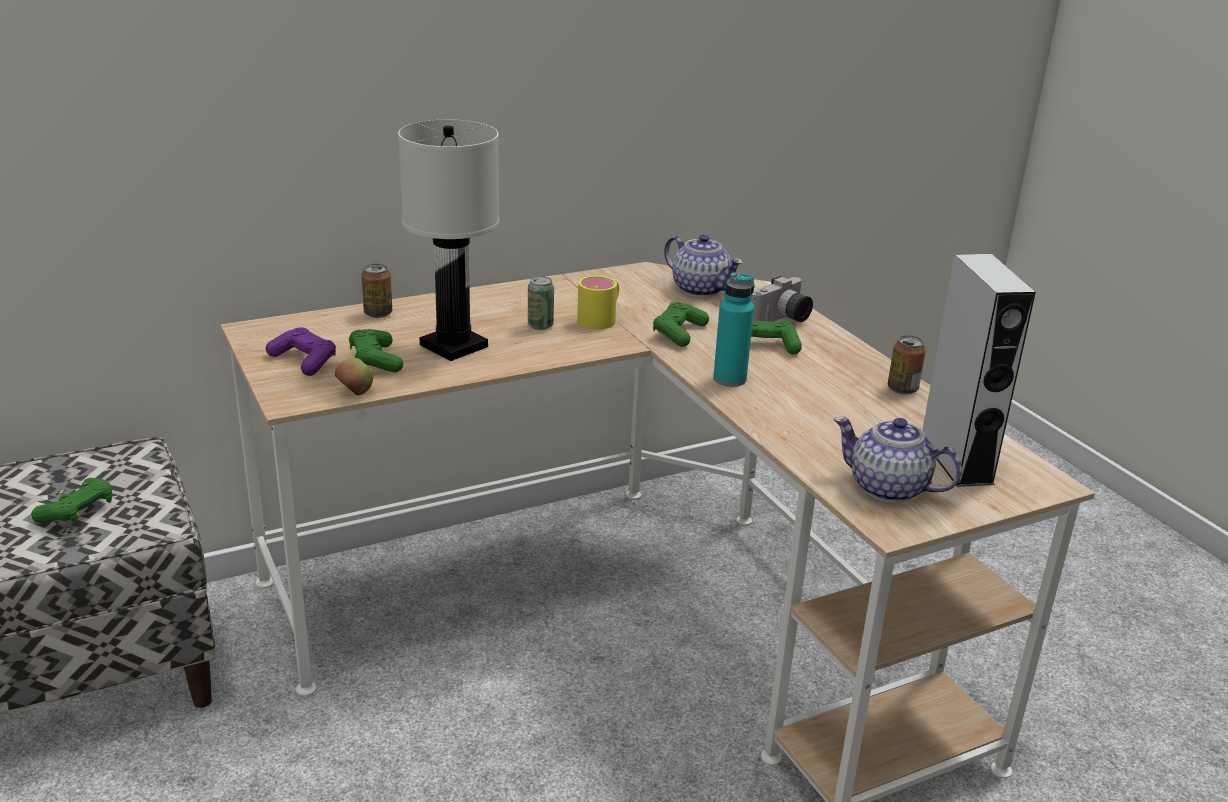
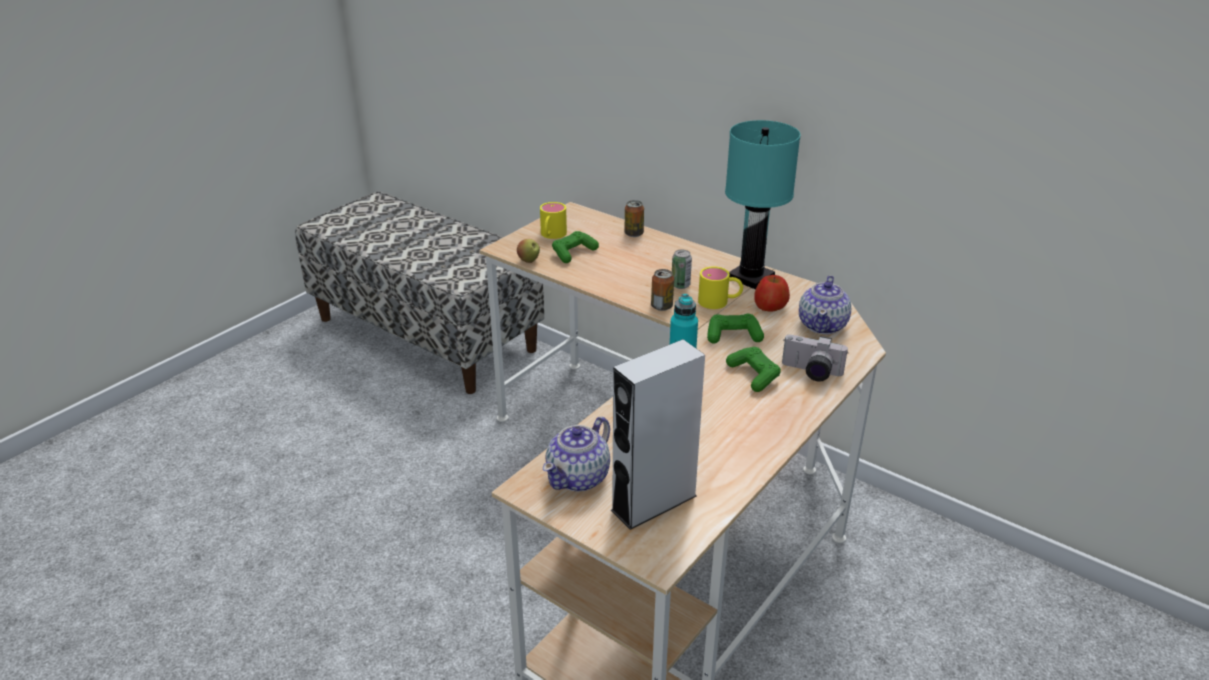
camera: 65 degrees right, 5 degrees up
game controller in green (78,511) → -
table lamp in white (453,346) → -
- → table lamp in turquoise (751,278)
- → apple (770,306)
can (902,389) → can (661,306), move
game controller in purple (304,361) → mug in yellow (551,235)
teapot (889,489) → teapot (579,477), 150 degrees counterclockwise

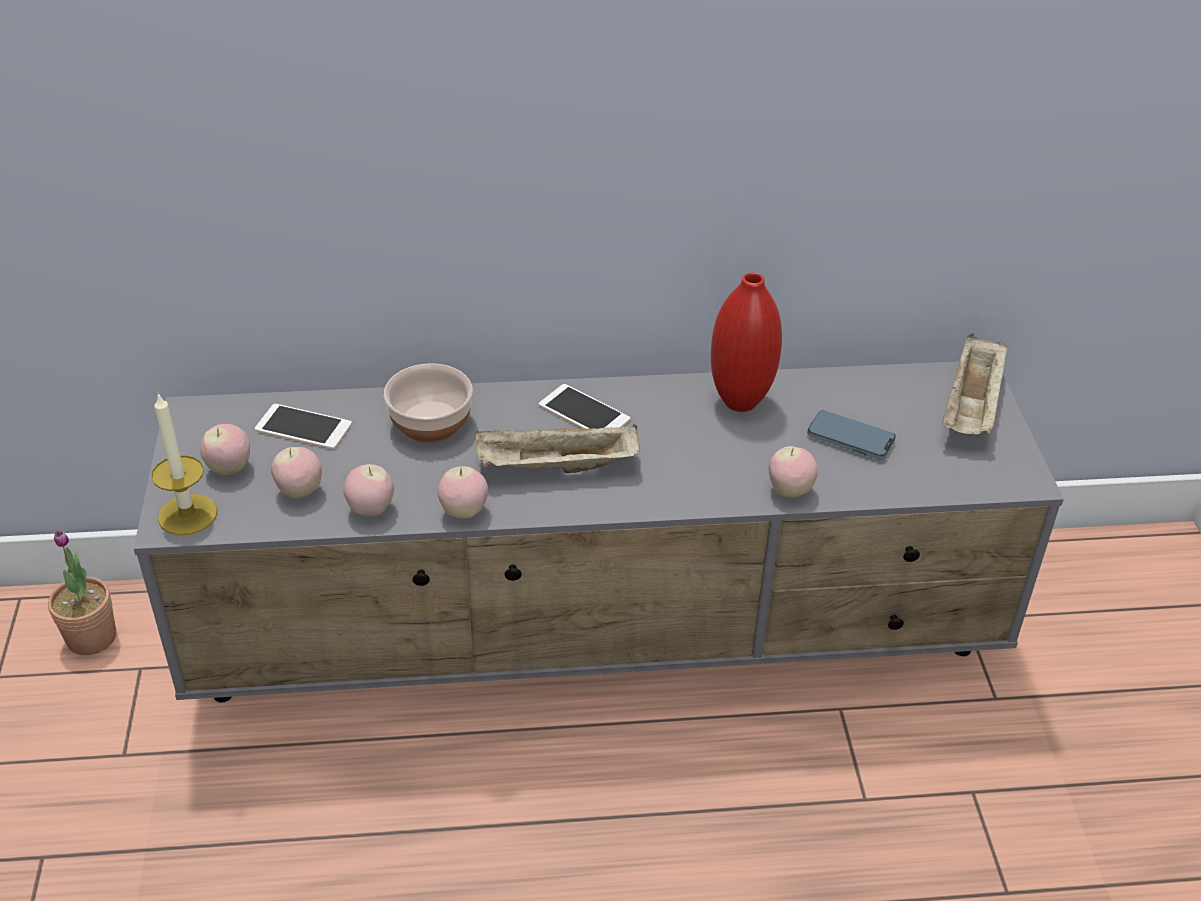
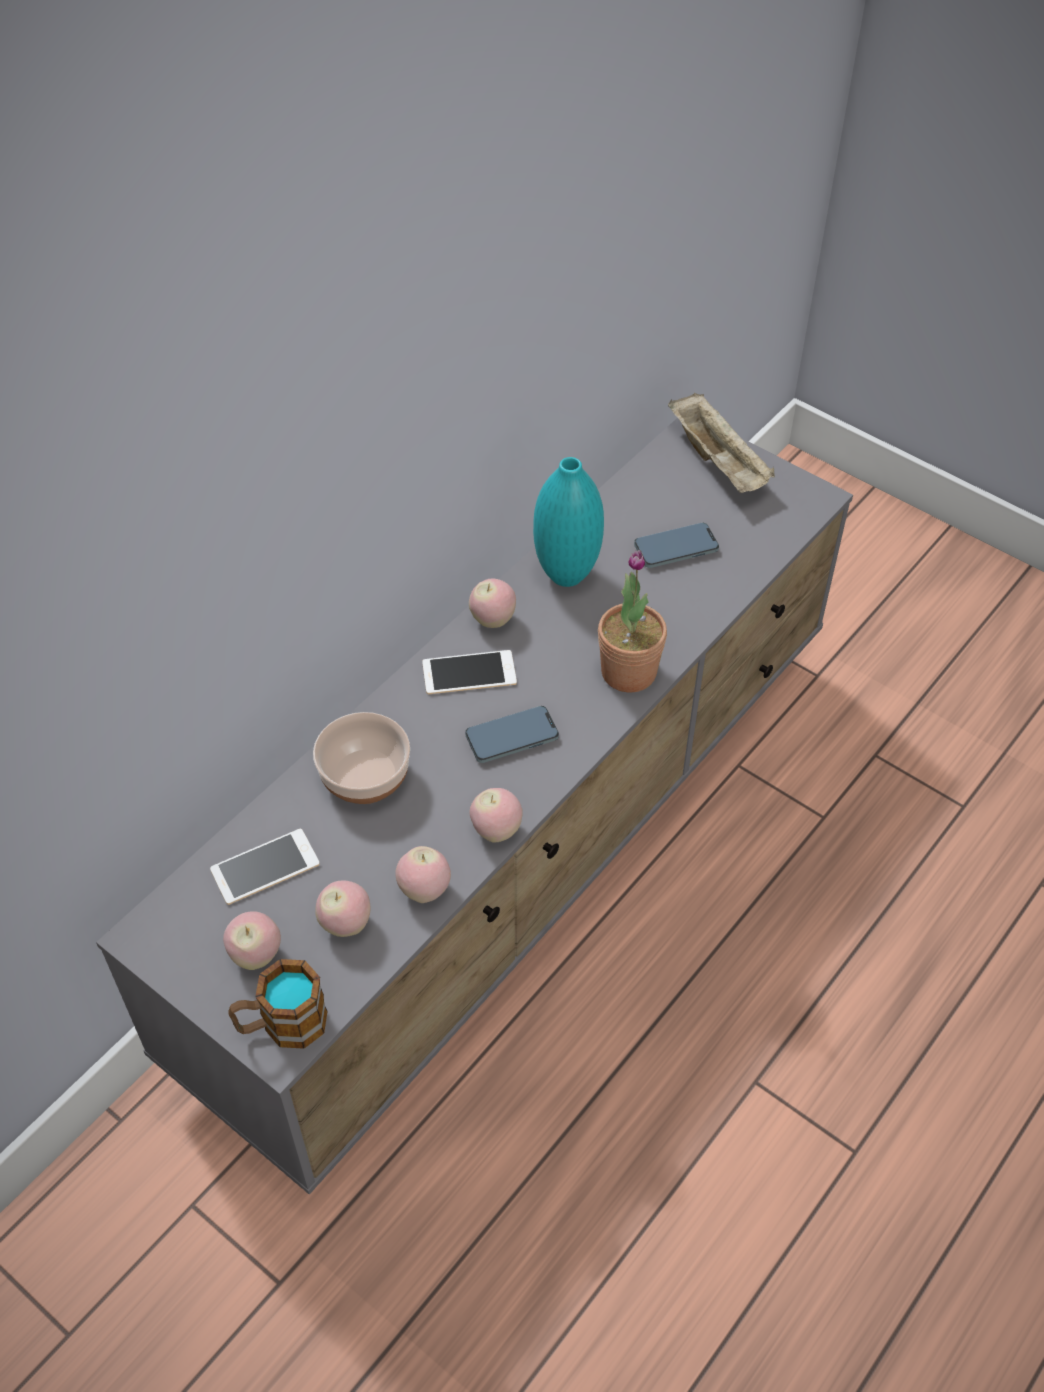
camera: 45 degrees left, 10 degrees up
potted plant (91,637) → potted plant (628,672), move
apple (789,491) → apple (493,620), move
candle (187,514) → mug (282,1024)
tray in beige (555,468) → phone (511,737)
vase in red (740,401) → vase in turquoise (566,575)

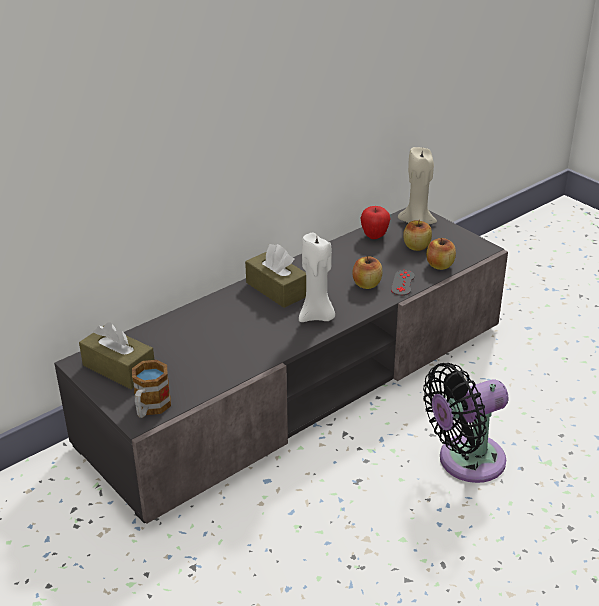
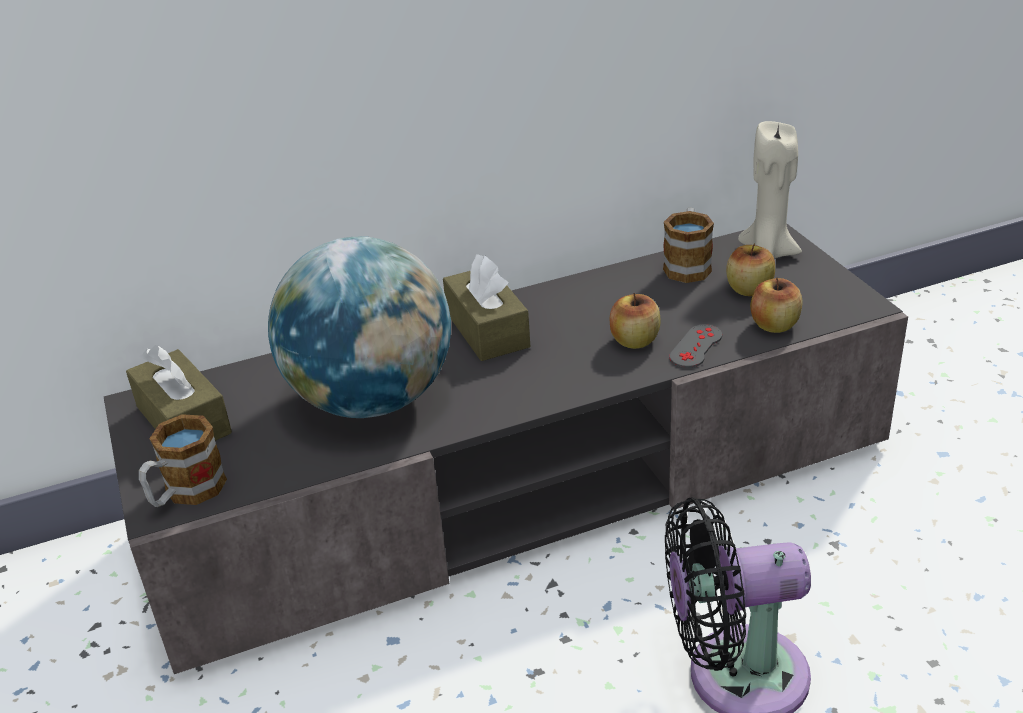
camera: 20 degrees right, 0 degrees up
candle in white (317,316) → -
- → globe (372,400)
apple (374,236) → mug (687,264)

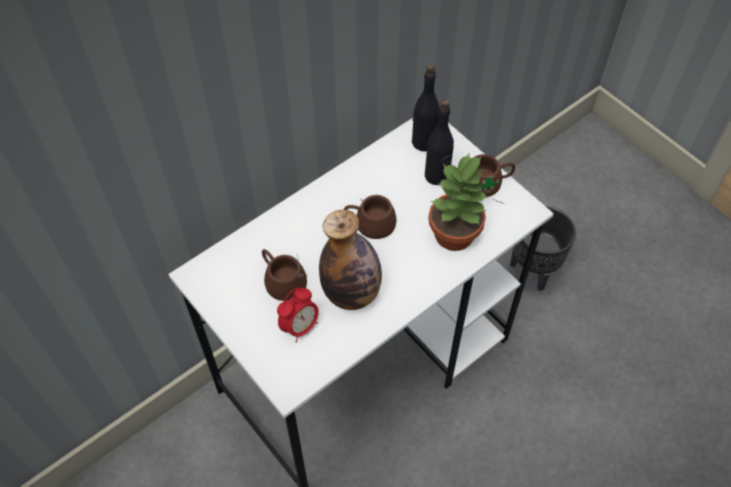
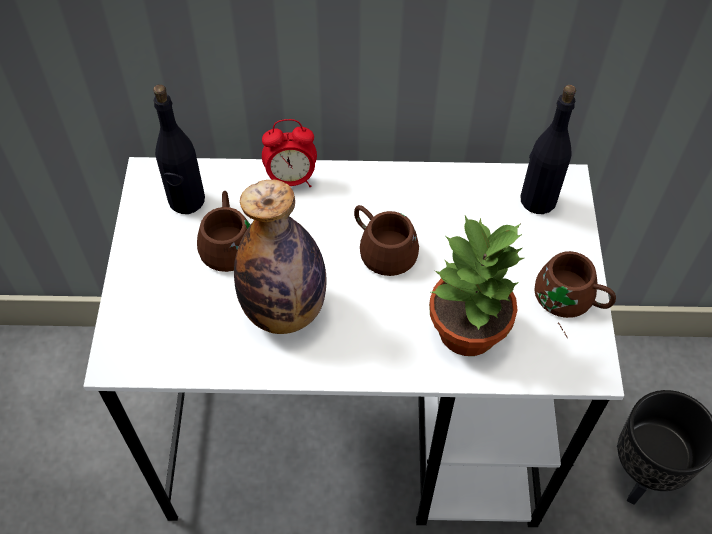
camera: 40 degrees right, 0 degrees up
alarm clock (300,327) → alarm clock (291,179), move
bottle in black (437,176) → bottle in black (186,200), move

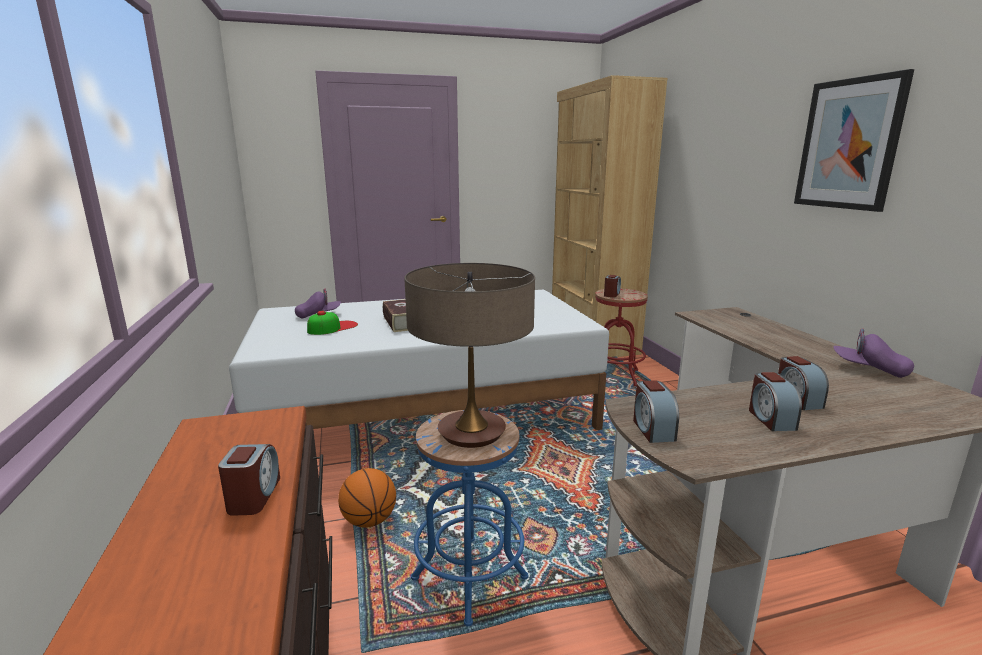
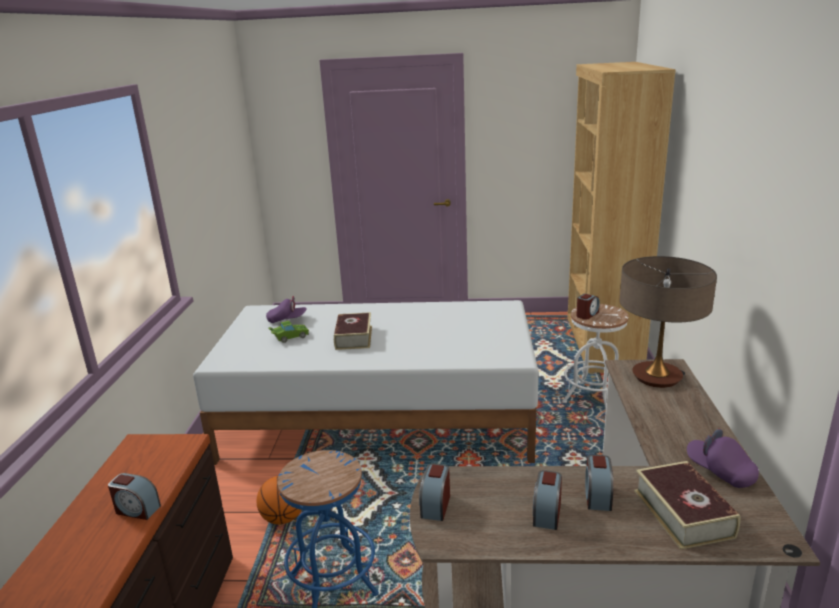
camera: 20 degrees right, 5 degrees up
picture (849,144) → -
- → book (683,513)
table lamp (471,433) → table lamp (656,377), move
cap (332,327) → toy car in green (289,338)
stool in red (615,376) → stool in white (593,398)
alarm clock (254,496) → alarm clock (137,510), 90 degrees clockwise

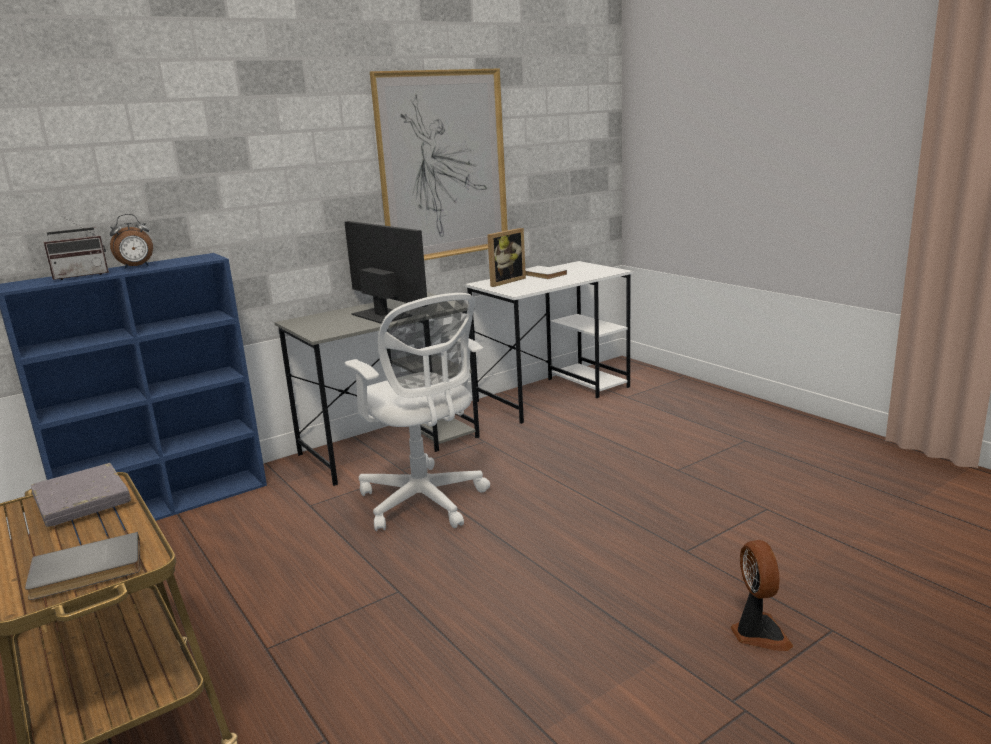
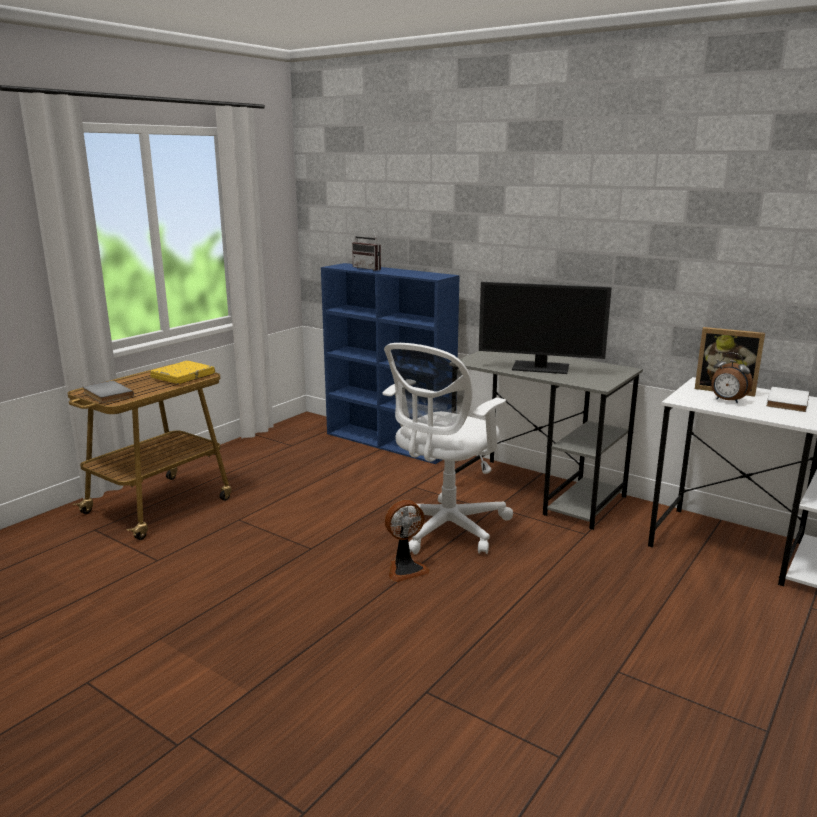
camera: 70 degrees right, 0 degrees up
picture (443,166) → -
alarm clock (136,267) → alarm clock (727,401), move
fan (758,633) → fan (405,569), move
book in grey (82,500) → book in yellow (183,376)
monitor (381,315) → monitor (541,367), 75 degrees clockwise

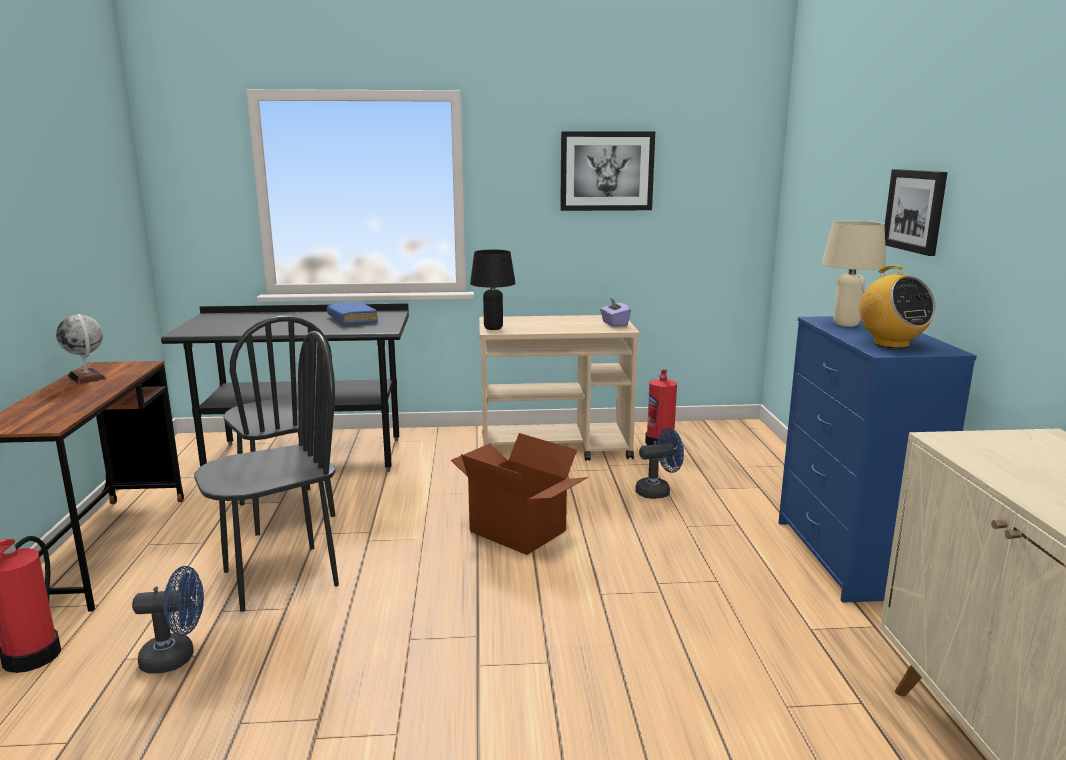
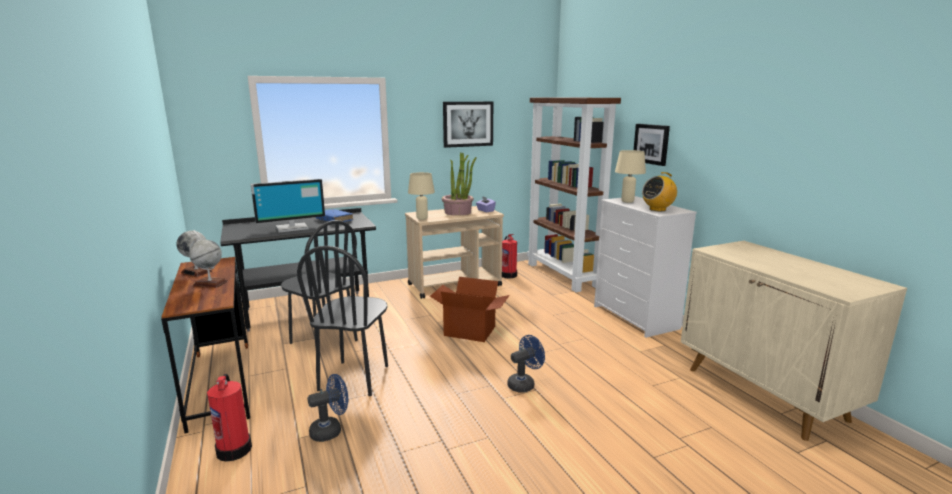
camera: 20 degrees left, 0 degrees up
- → globe (210,283)
- → monitor (292,228)
- → potted plant (458,212)
- → bookcase in brown (563,275)
fan in blue (658,491) → fan in blue (524,384), move
table lamp in black (492,328) → table lamp in beige (421,218)
dresser in blue (850,558) → dresser in white (636,317)
chair in black (280,577) → chair in black (354,378), 150 degrees clockwise
radio (890,344) → radio (657,209), 105 degrees clockwise

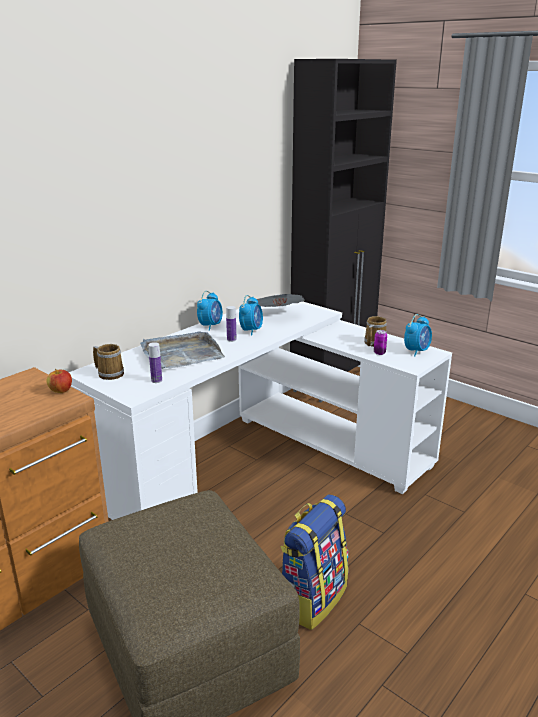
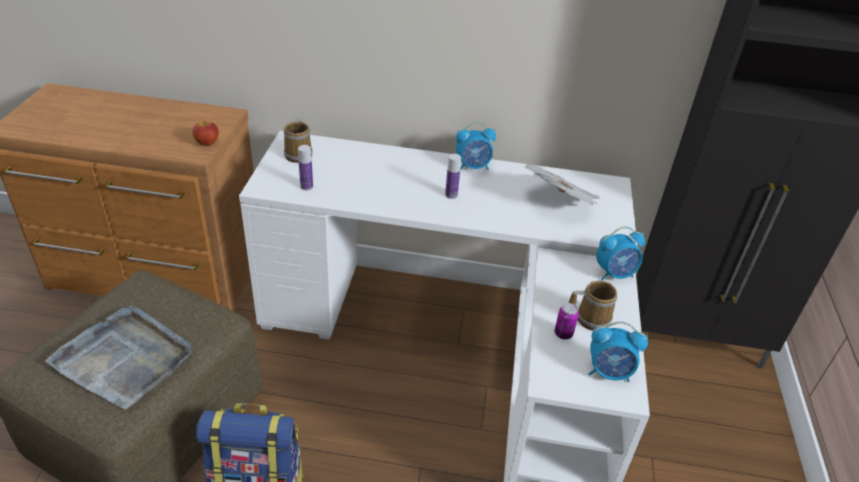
camera: 55 degrees right, 15 degrees up
tray in grey (181,354) → tray in grey (125,359), move
alarm clock (251,330) → alarm clock (615,274), move

